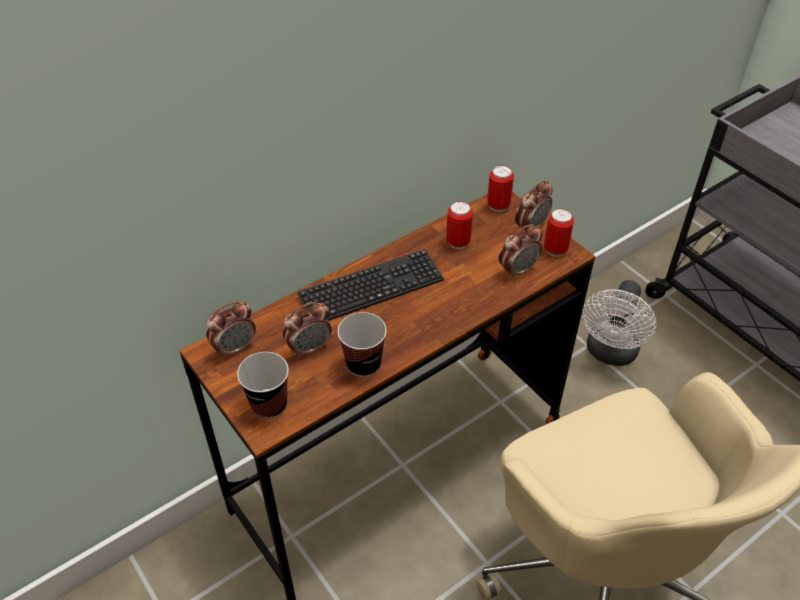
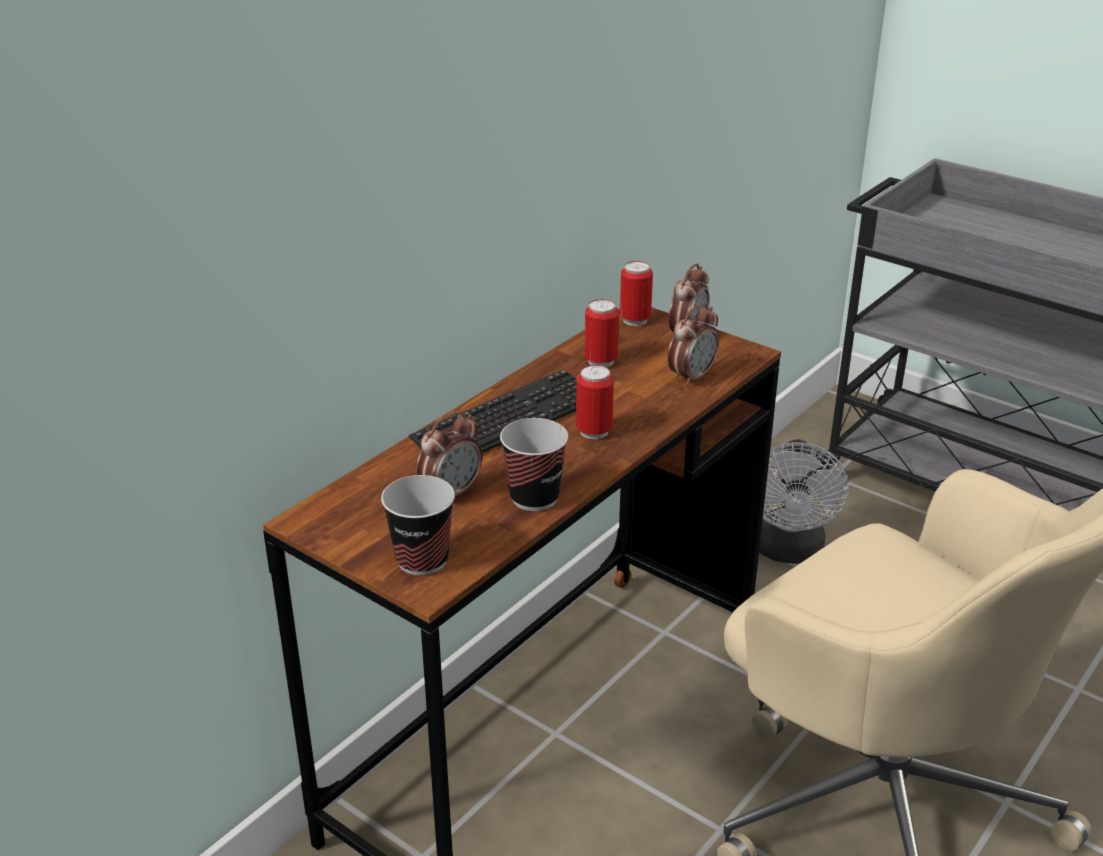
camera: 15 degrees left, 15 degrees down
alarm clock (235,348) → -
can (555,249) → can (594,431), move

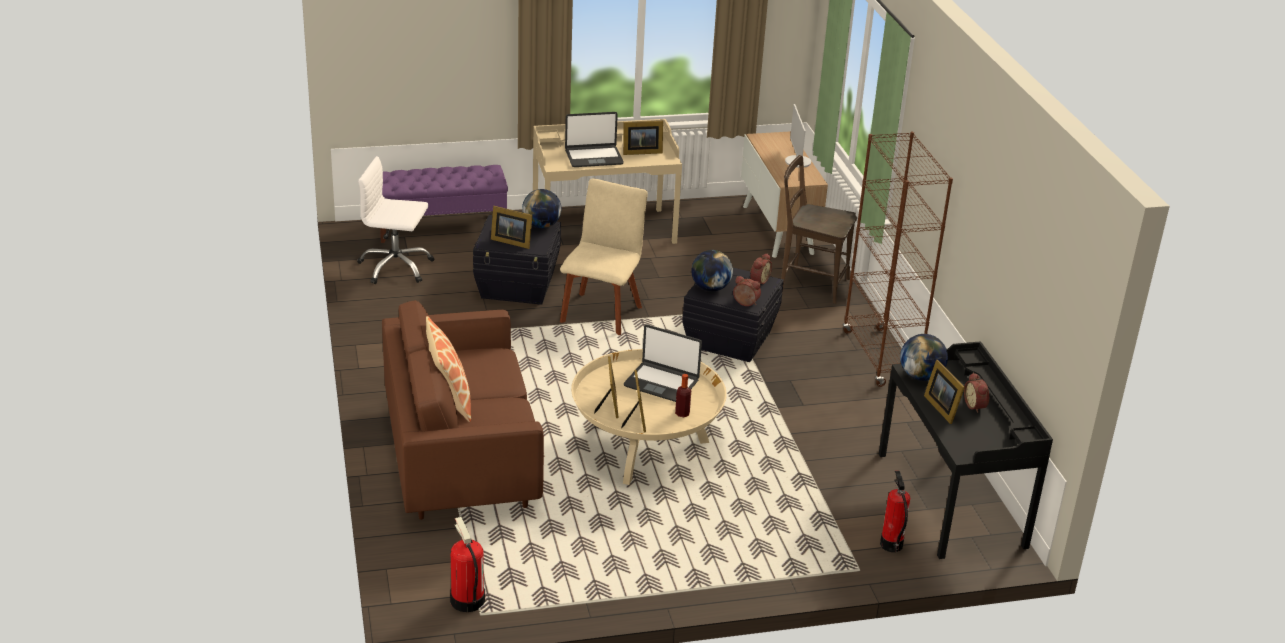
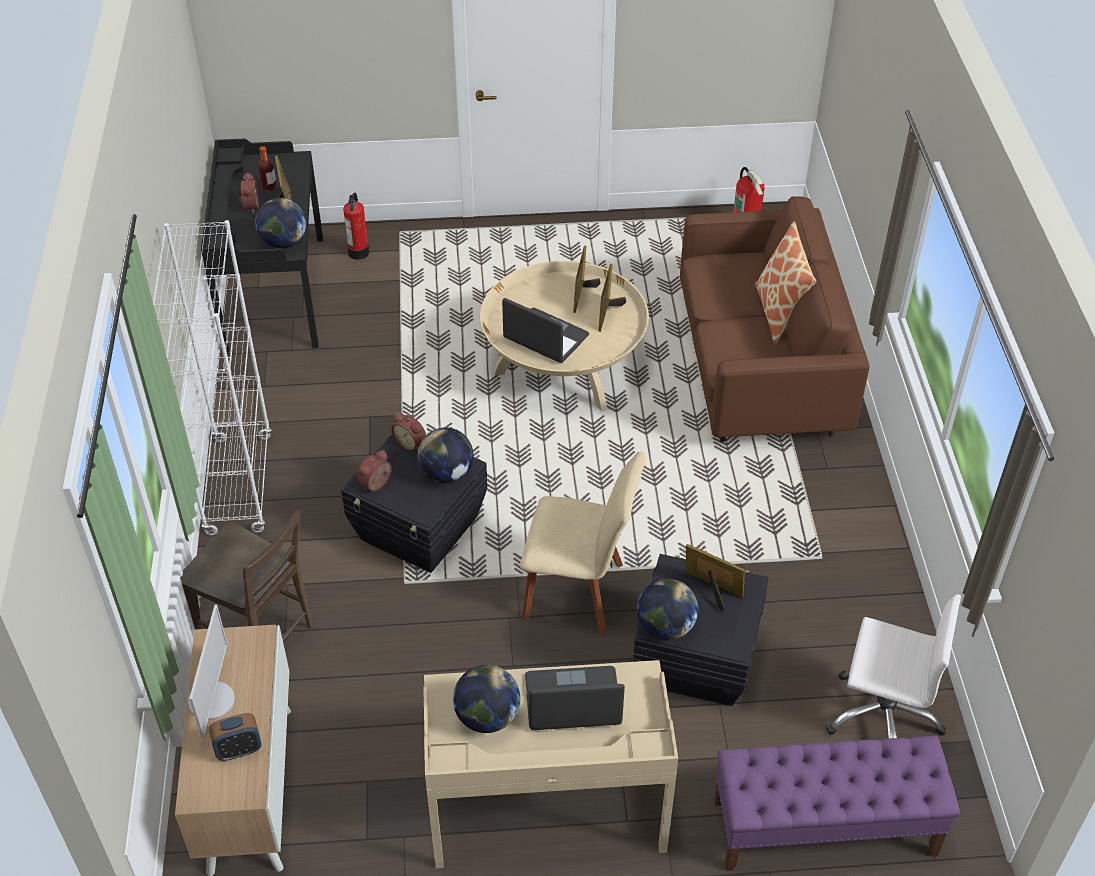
camera: 170 degrees left, 15 degrees up
- → alarm clock (239,749)
bottle (682,413) → bottle (269,187), move
picture frame (640,151) → globe (487,717)
bookcase in brown (880,357) → bookcase in white (239,485)
chair in beige (602,312) → chair in beige (579,593), 105 degrees counterclockwise

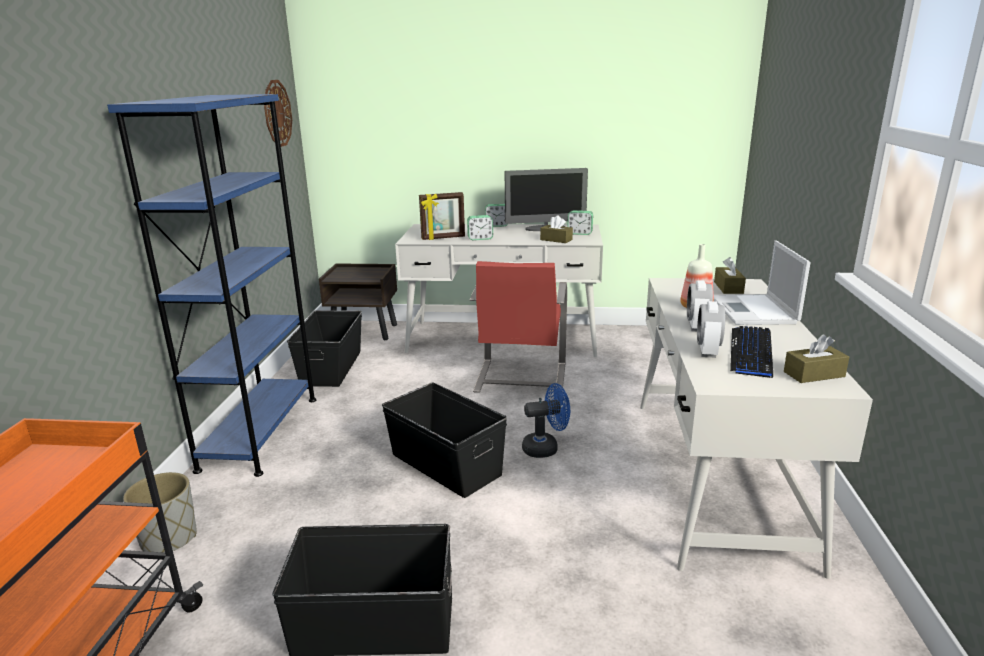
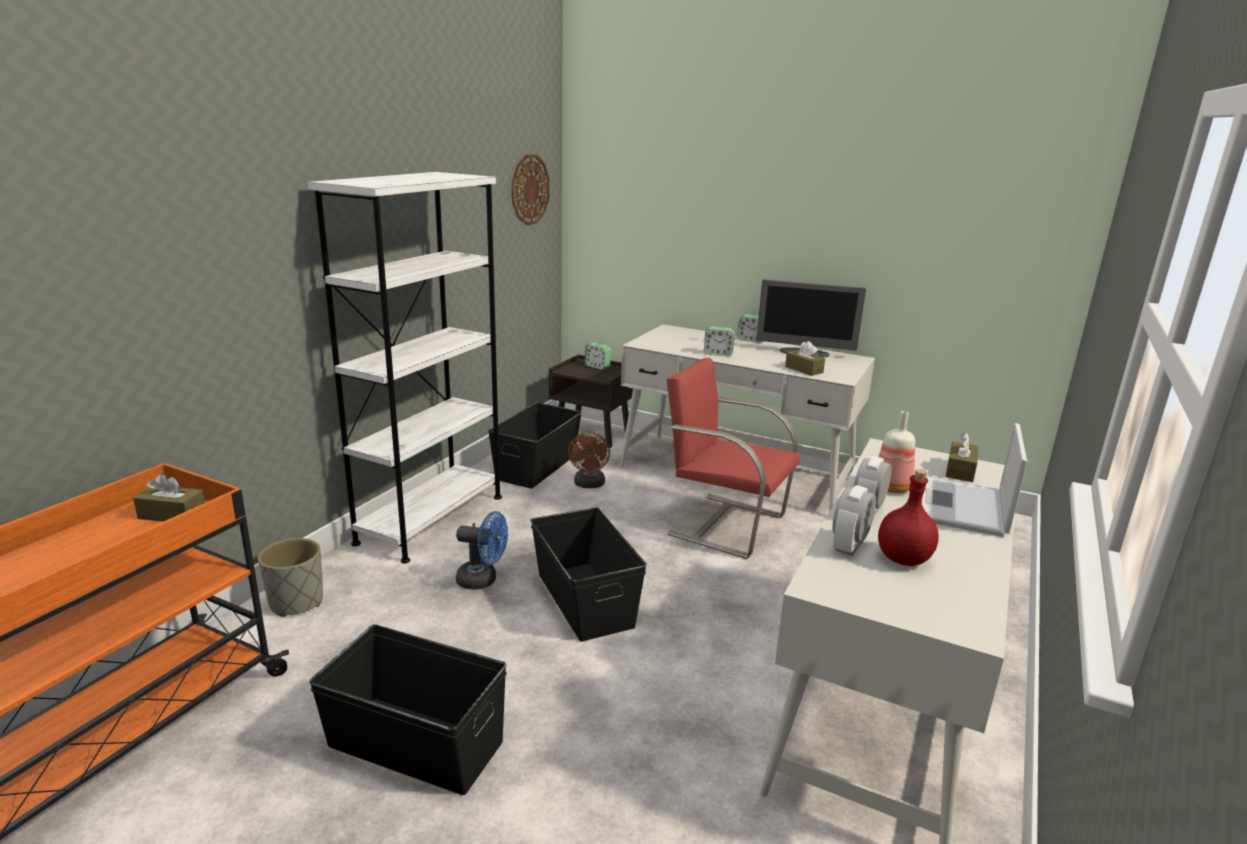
camera: 20 degrees right, 0 degrees up
picture frame (443,238) → -
- → fan in brown (589,485)
fan in blue (546,448) → fan in blue (483,580), move
alarm clock (579,233) → alarm clock (597,366), move
tissue box in brown (814,374) → tissue box in brown (172,514), move
keyboard (751,352) → bottle in red (904,559)
bookcase in blue (260,432) → bookcase in white (431,519)
chair in red (520,379) → chair in red (725,524), 90 degrees clockwise

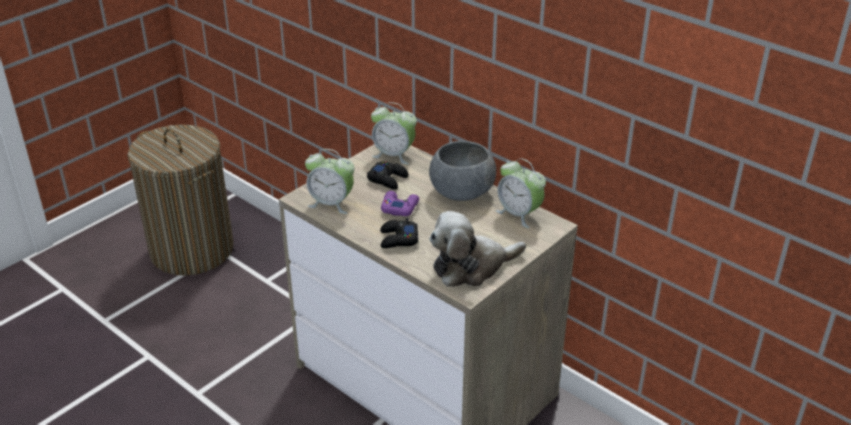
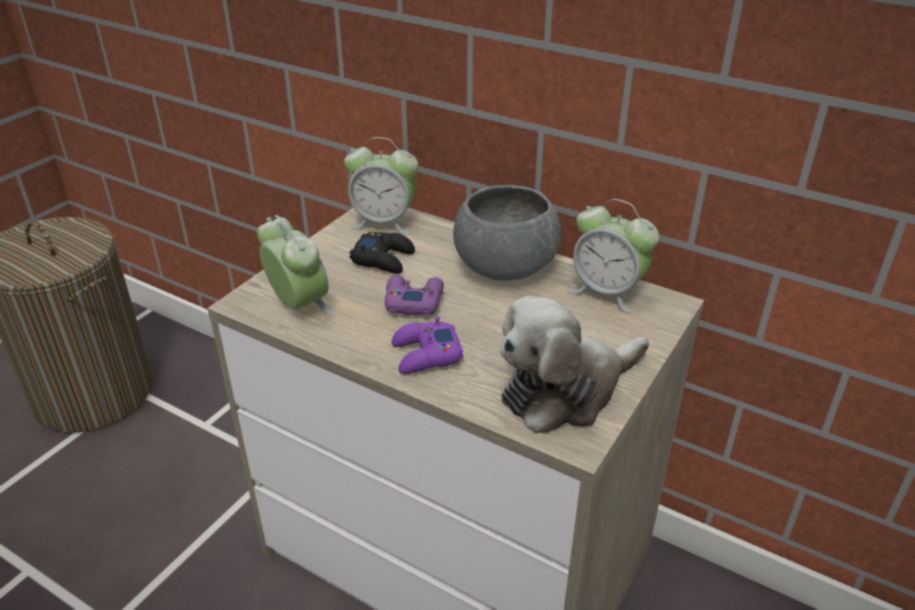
camera: 10 degrees left, 0 degrees up
game controller in black (398,239) → game controller in purple (426,355)
alarm clock (331,203) → alarm clock (299,306), 135 degrees counterclockwise

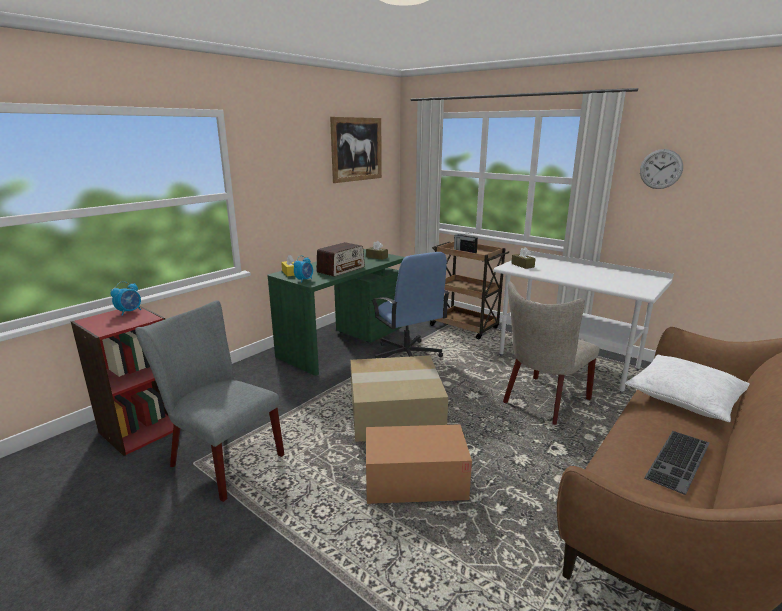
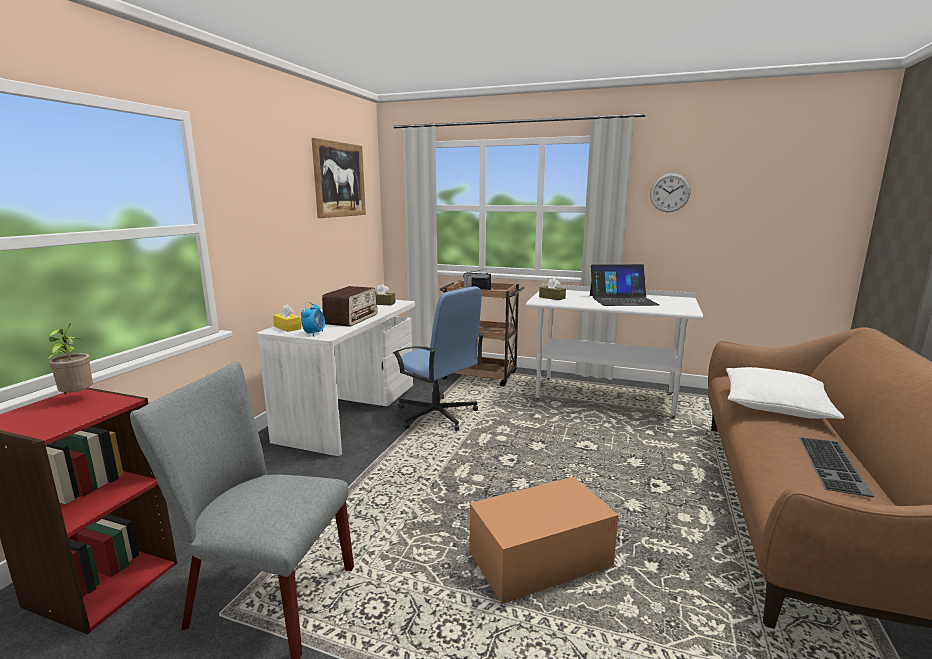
camera: 20 degrees left, 5 degrees down
cardboard box (396,412) → -
chair in beige (542,402) → -
- → laptop (622,300)
alarm clock (129,312) → potted plant (77,397)
desk in green (343,343) → desk in white (351,412)

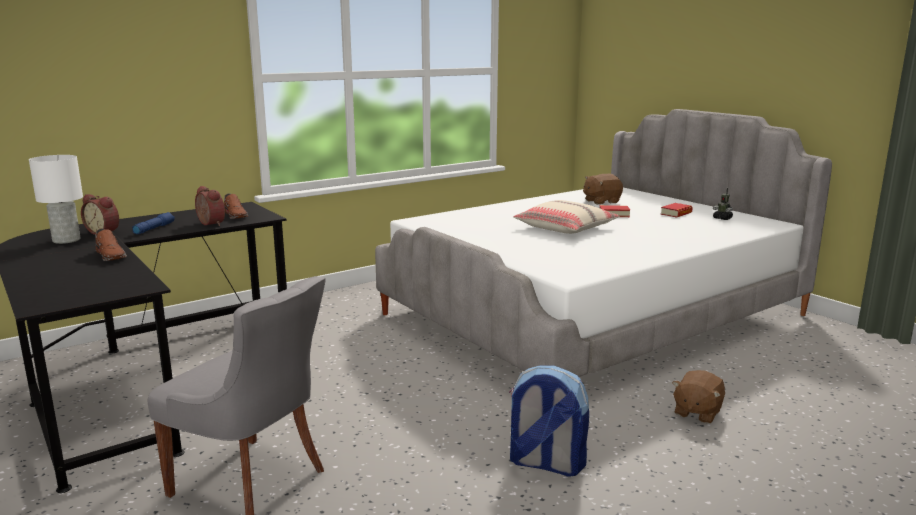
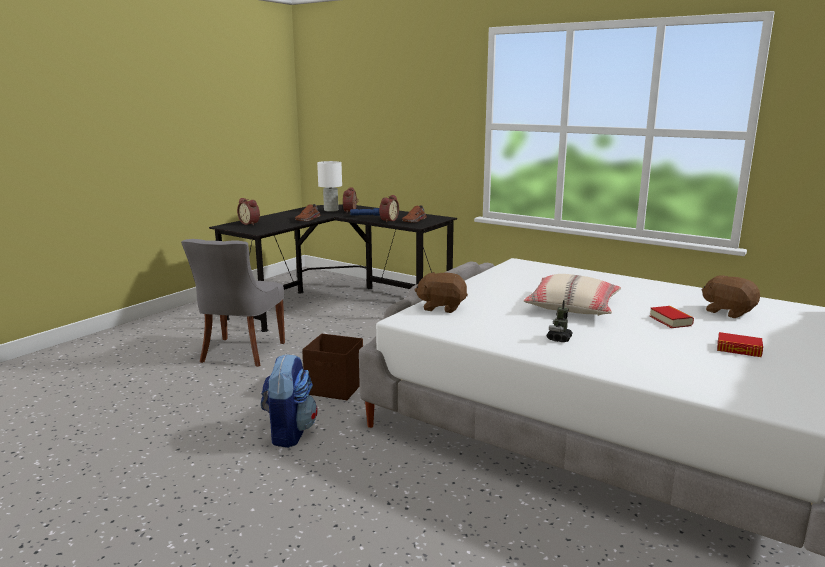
camera: 70 degrees right, 0 degrees up
- → alarm clock (250,223)
- → storage box in brown (335,388)
plush toy in brown (696,412) → plush toy in brown (442,307), move
toy robot (722,218) → toy robot (559,339), move

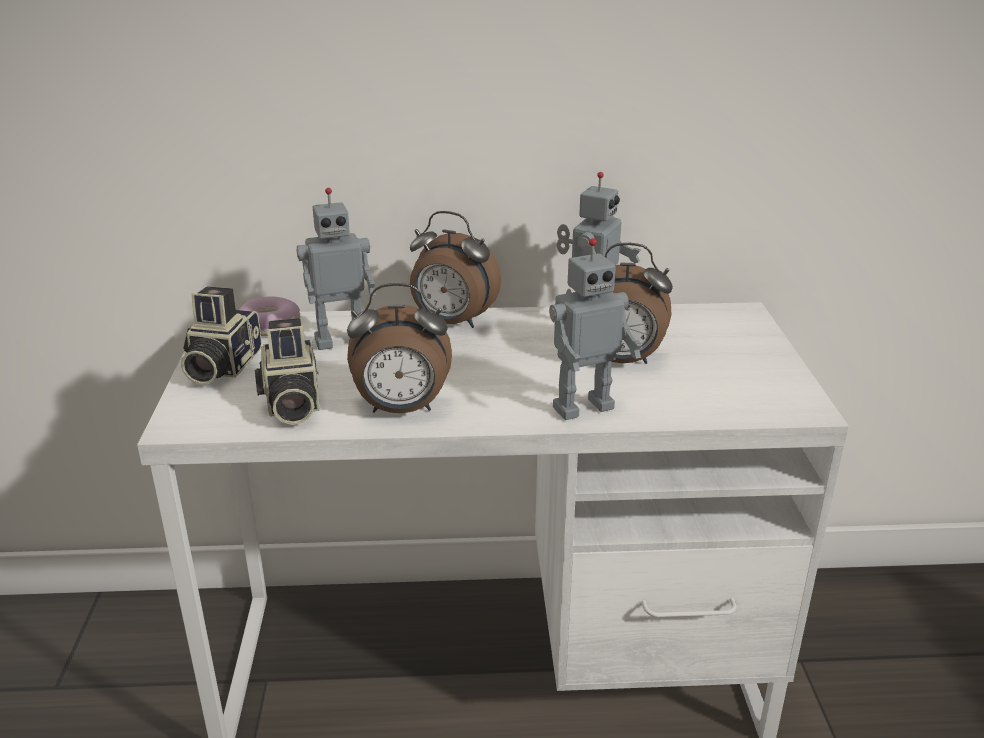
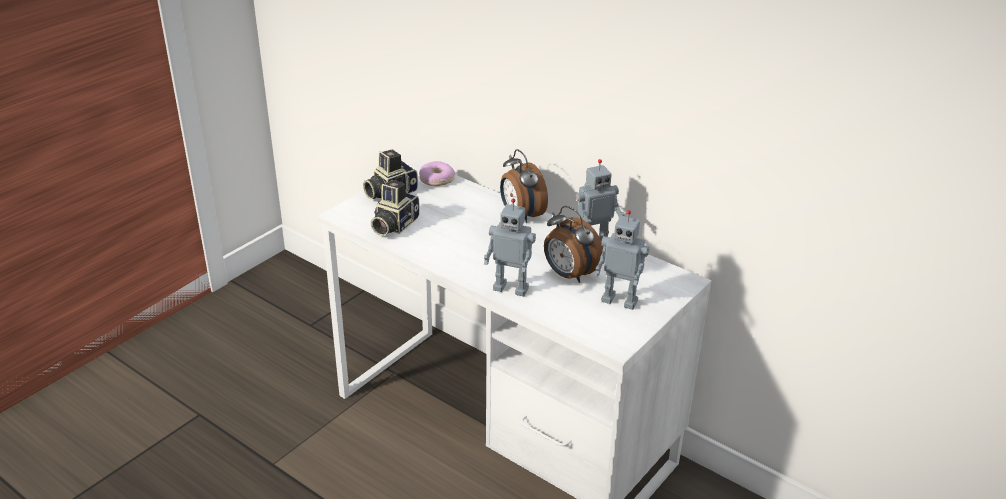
camera: 40 degrees right, 5 degrees up
alarm clock (402,409) → -
toy robot (341,340) → toy robot (620,300), move

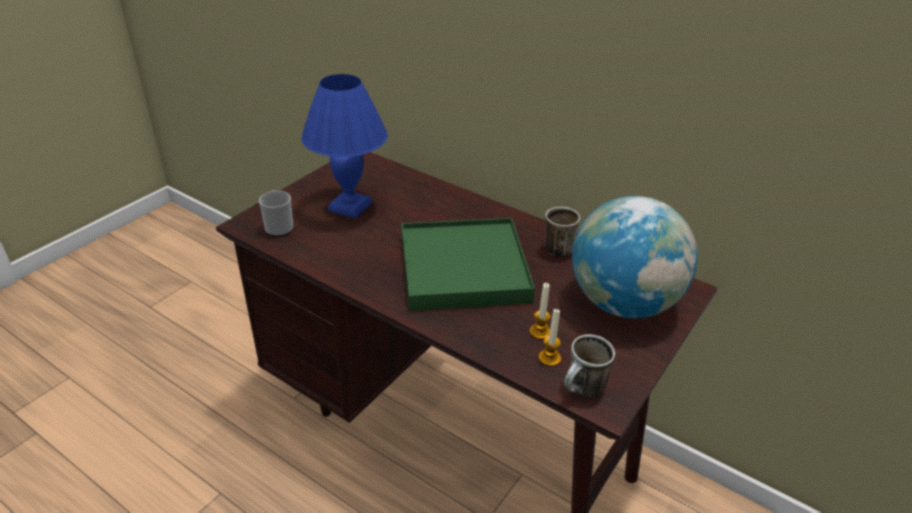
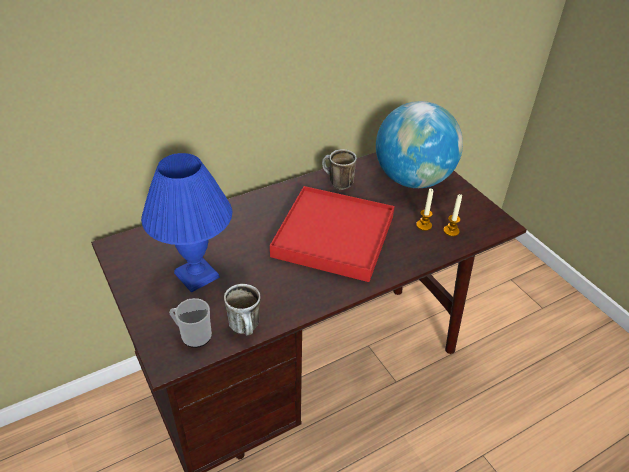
camera: 65 degrees left, 5 degrees up
mug (582,391) → mug (247,329), move
tray in green (463,268) → tray in red (333,236)

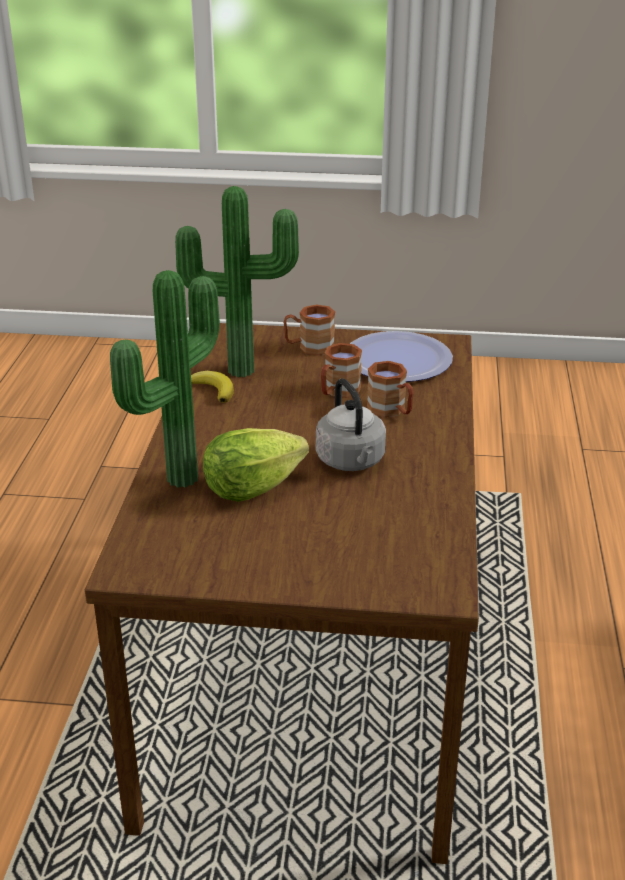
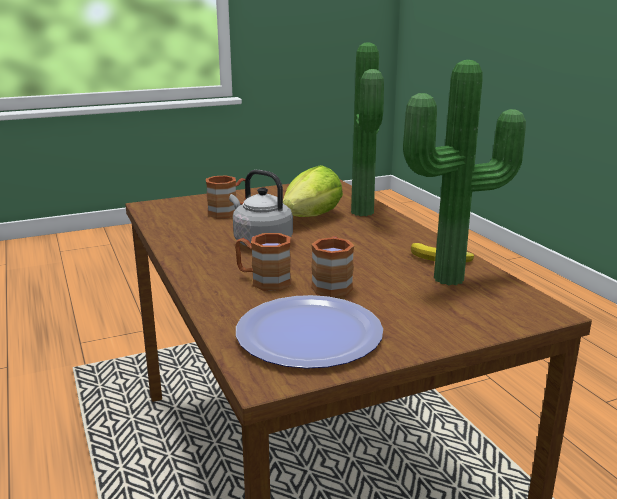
camera: 150 degrees right, 10 degrees down
mug in brown (309,347) → mug in brown (228,212), move

